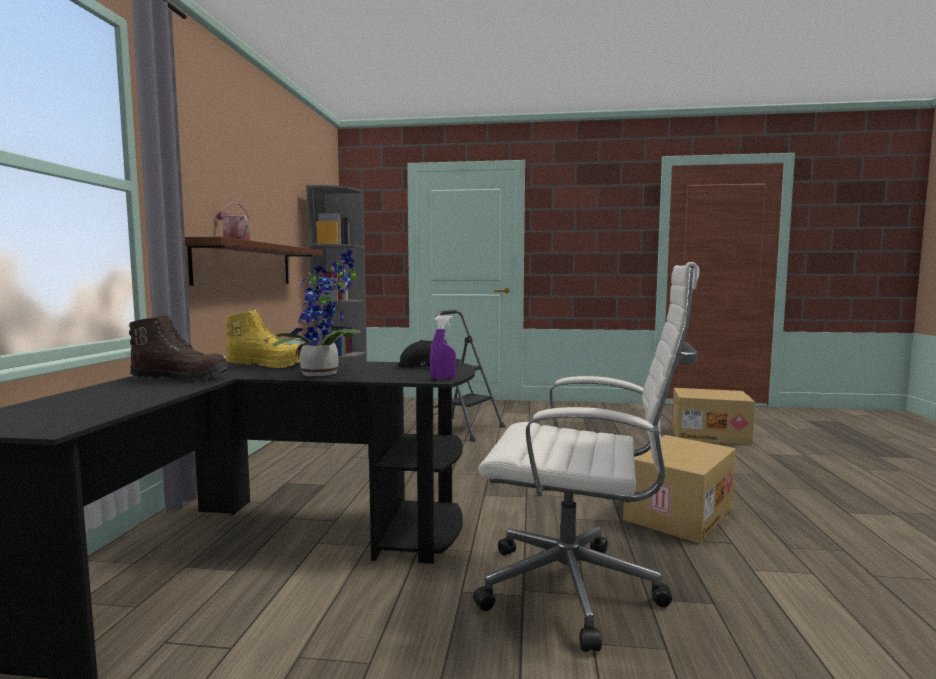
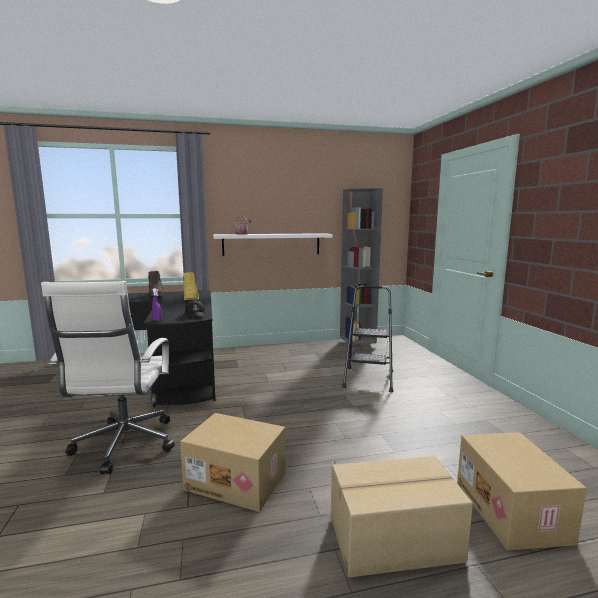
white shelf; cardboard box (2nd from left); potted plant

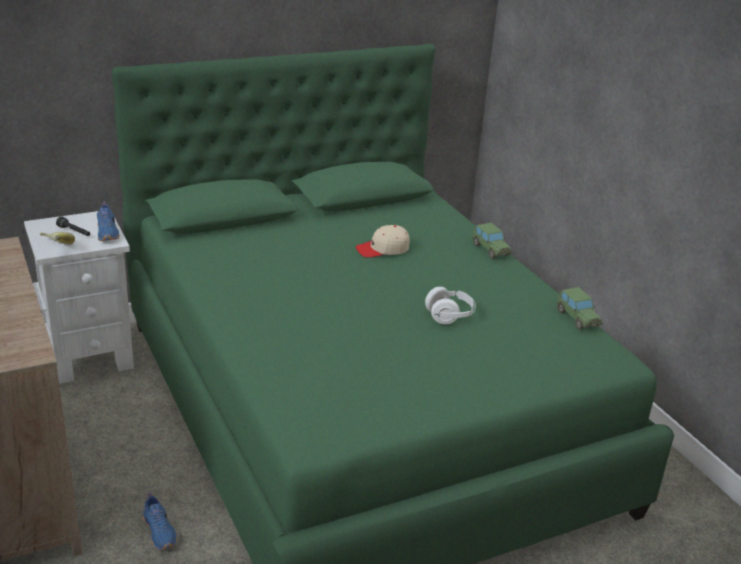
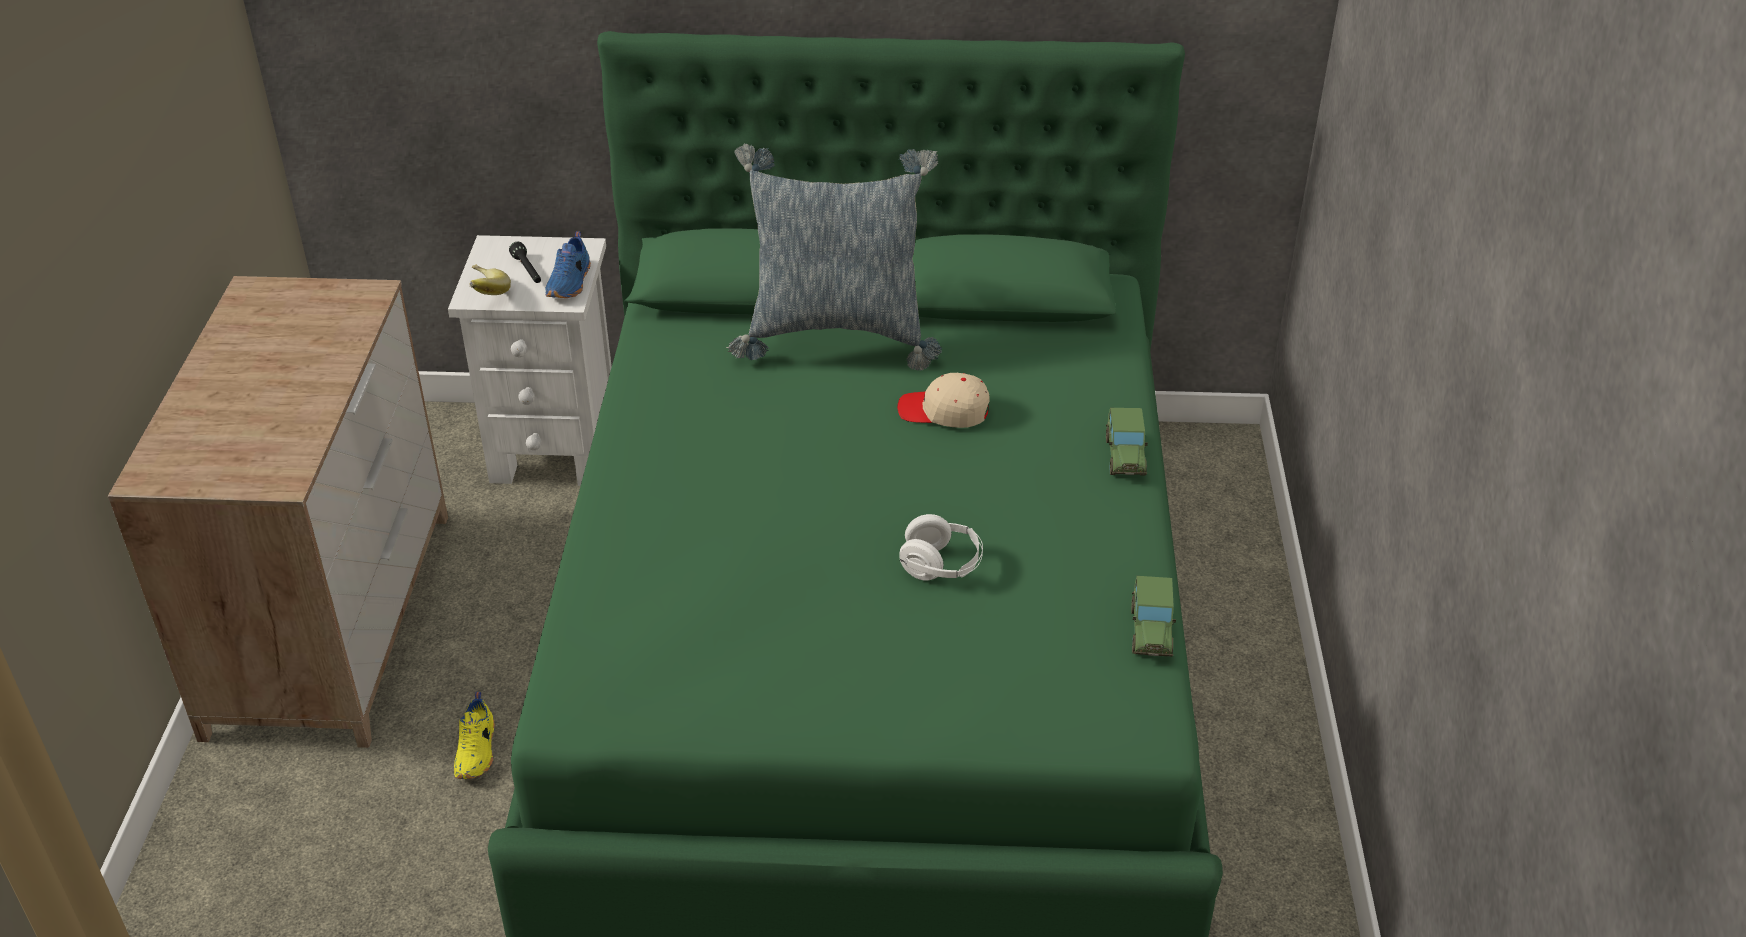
yellow shoe; pillow

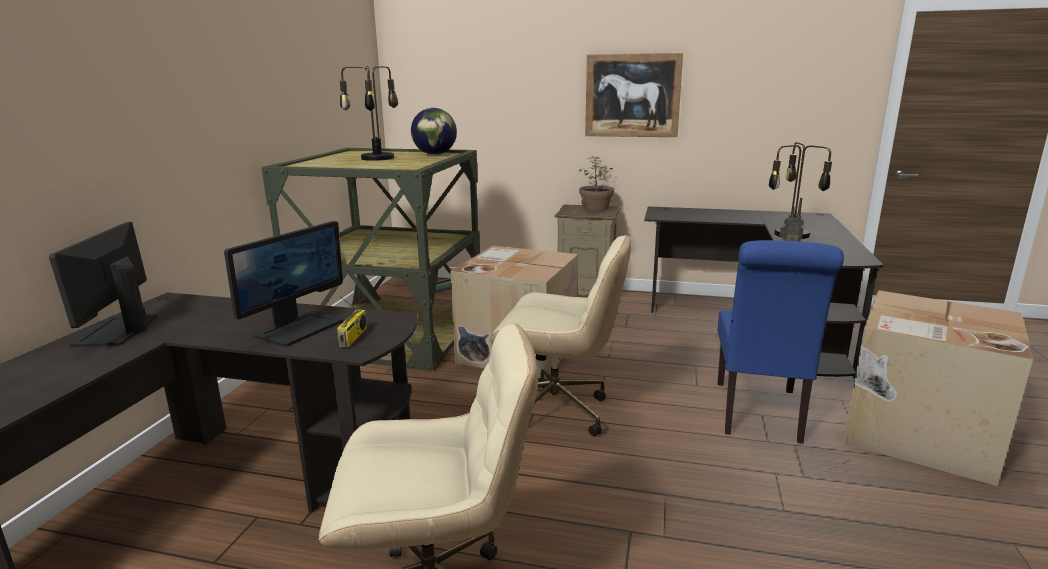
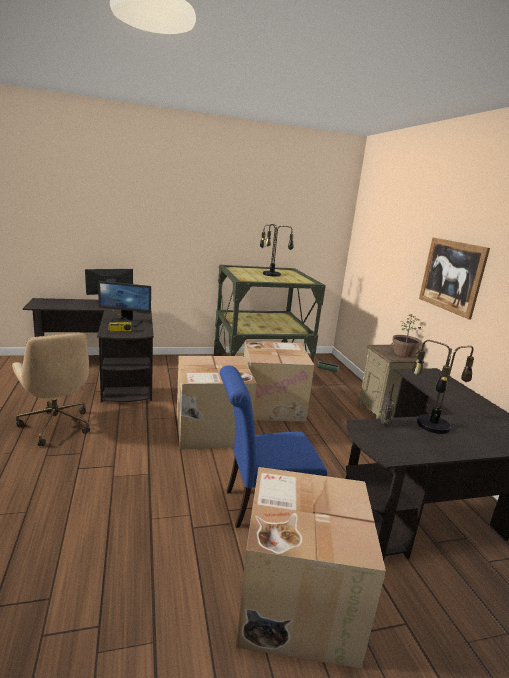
cardboard box (1st from left); globe

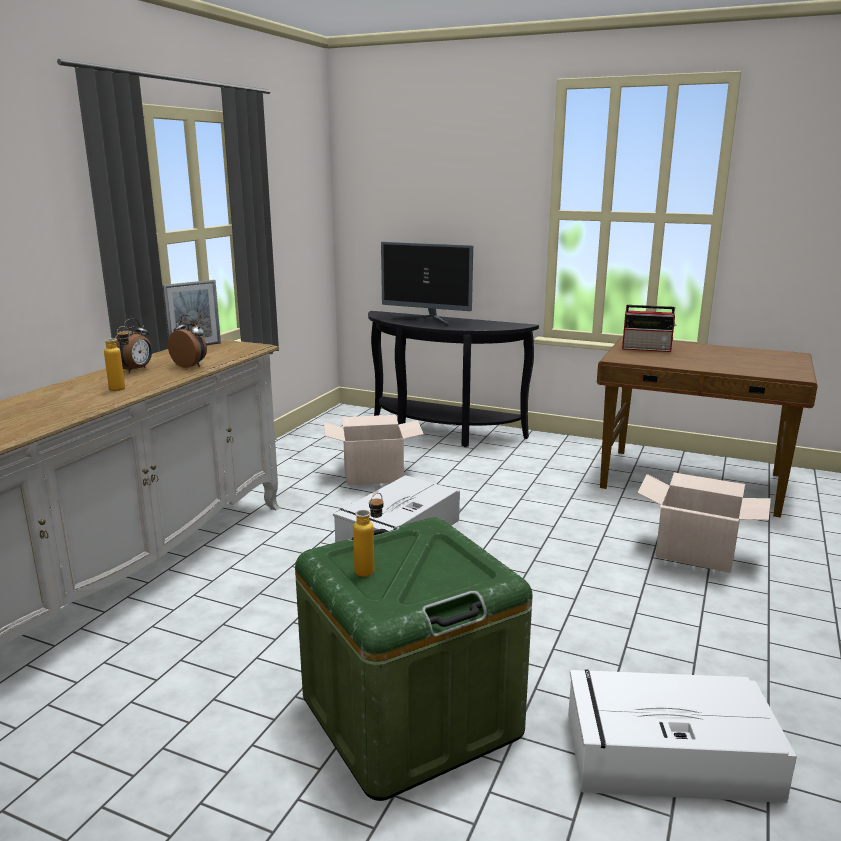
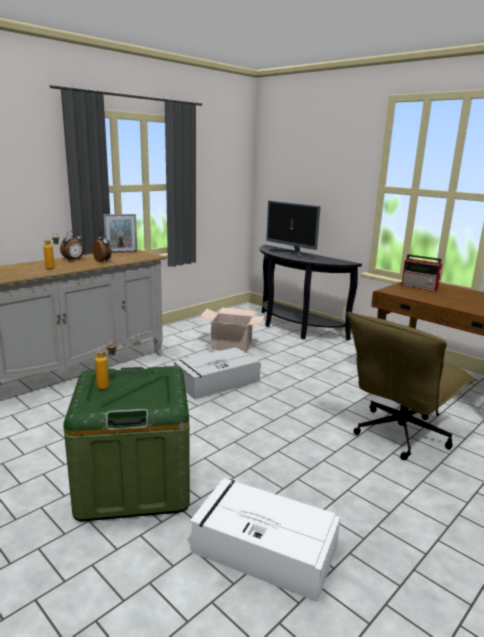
beige office chair

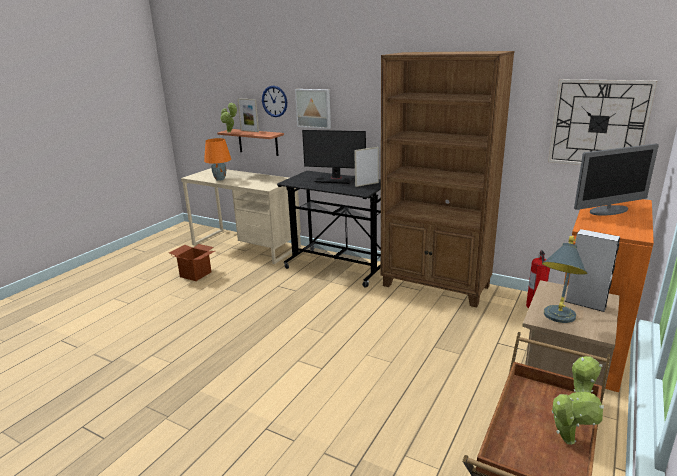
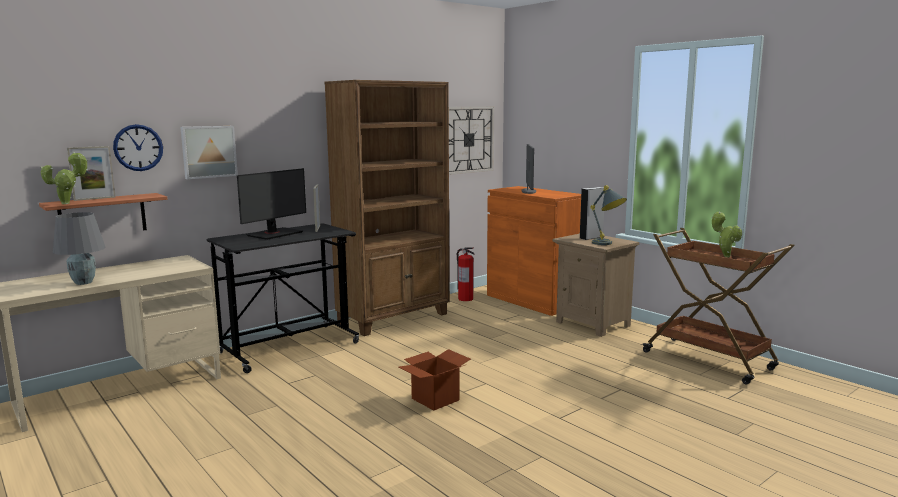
grey table lamp (1st from left); cardboard box

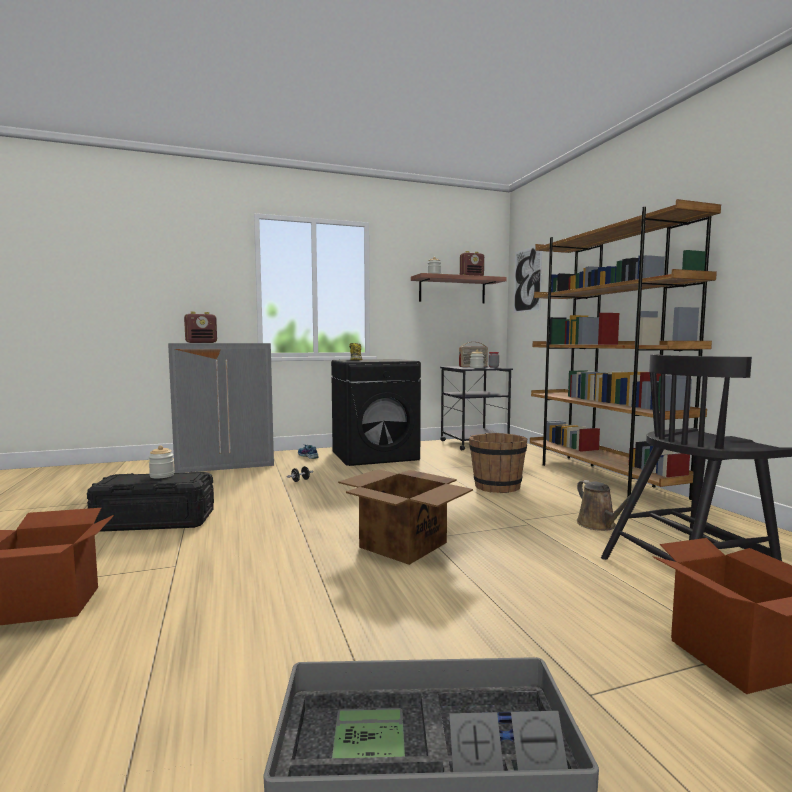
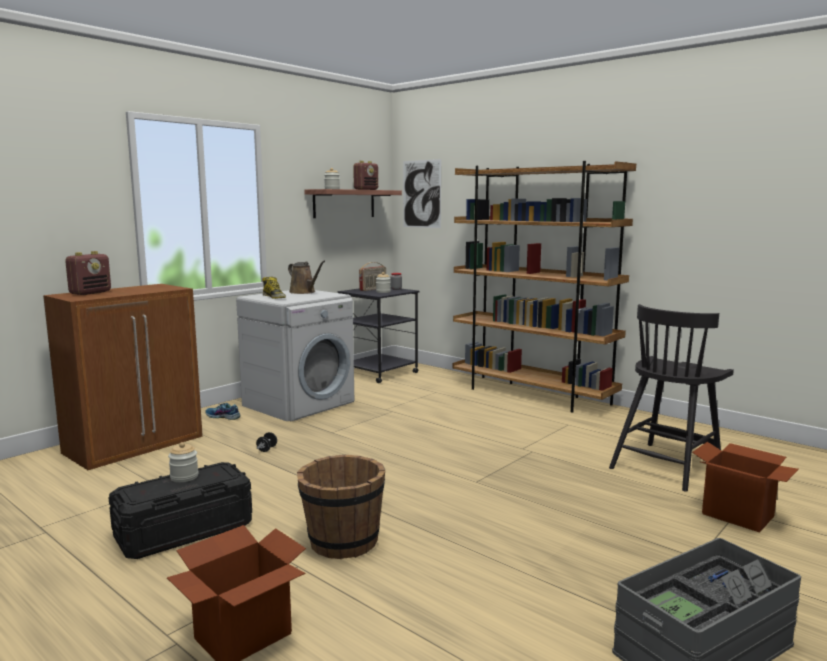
brown cabinet; white washing machine; brown watering can; brown bucket; cardboard box (2nd from left in the first image)

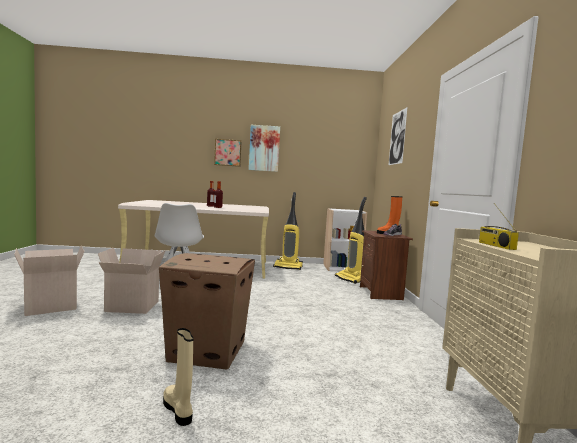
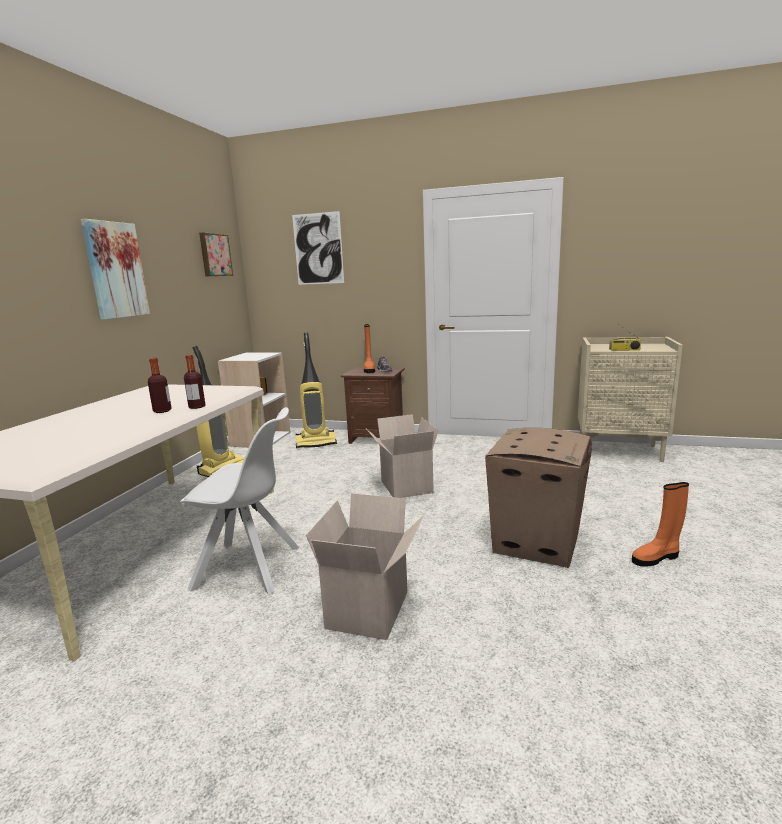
picture (2nd from left); cardboard box (2nd from left); orange boot (2nd from left)

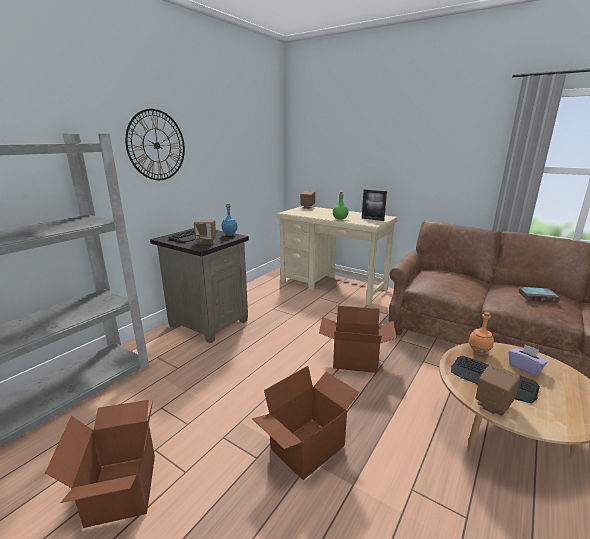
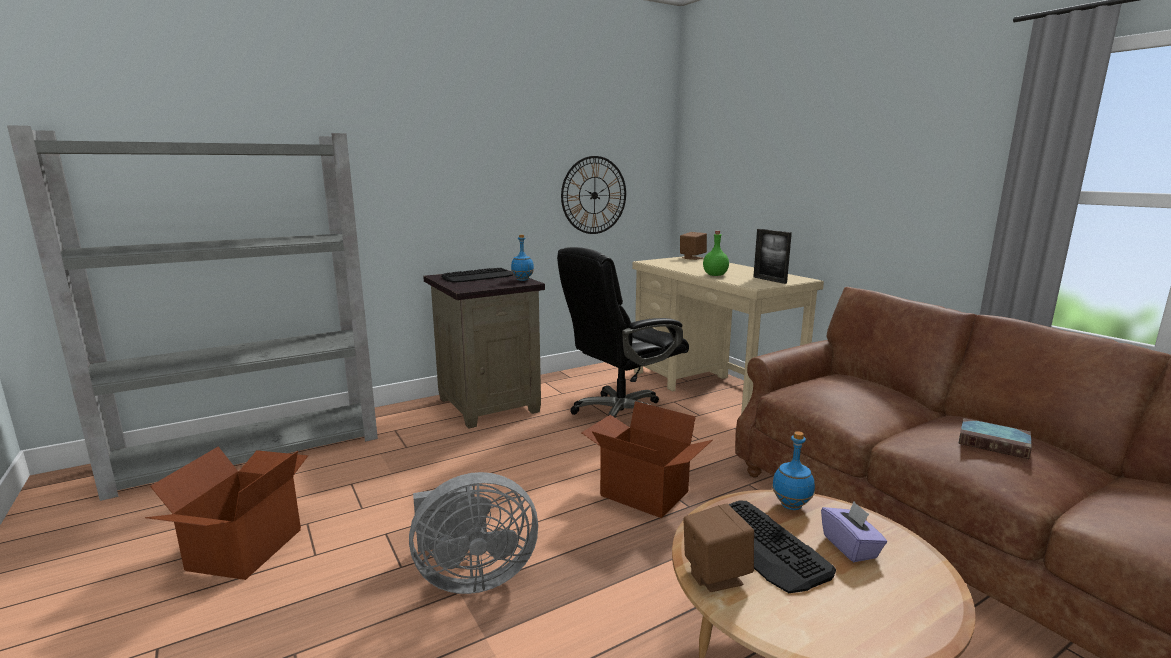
grey fan; black office chair; wall clock; blue bottle (2nd from left); brown speaker (1st from left in the first image)

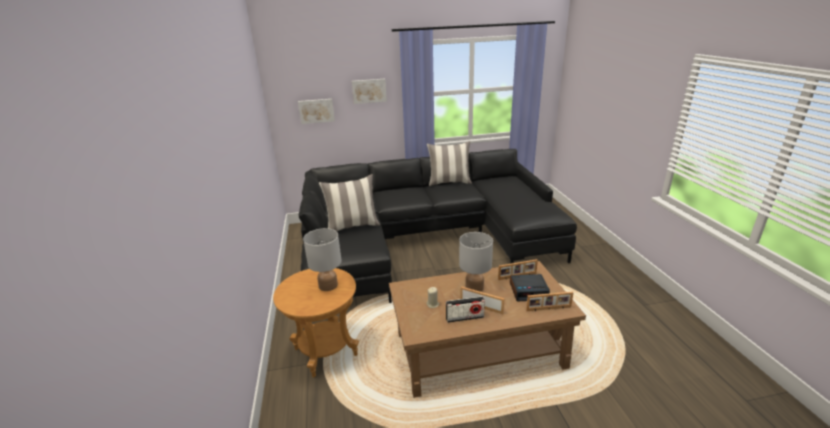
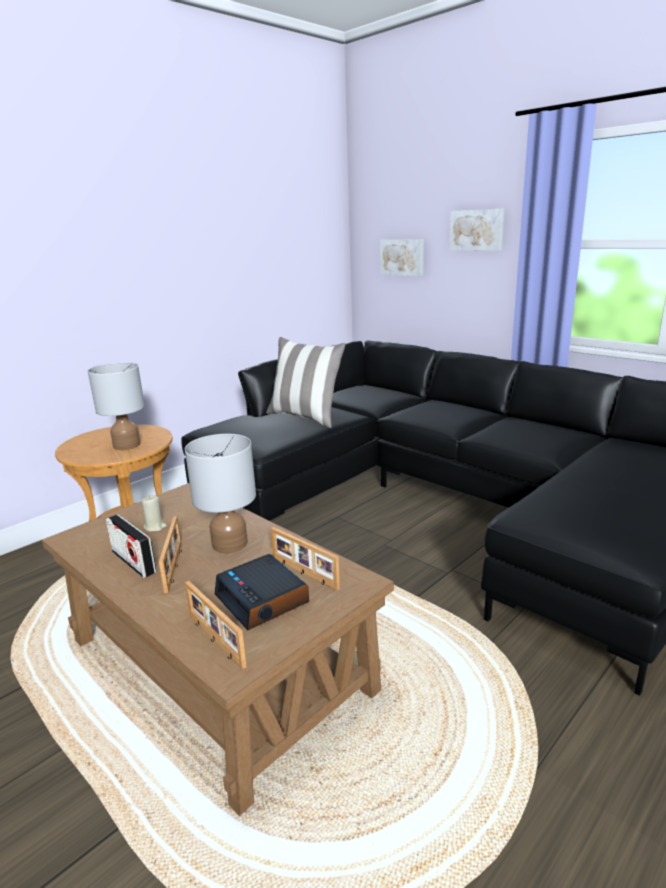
pillow (2nd from left in the first image)

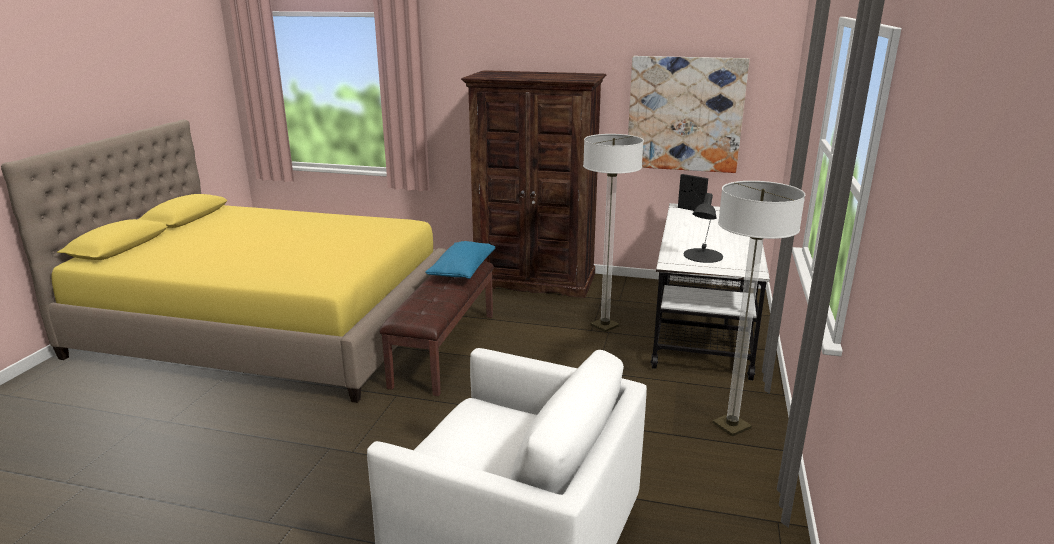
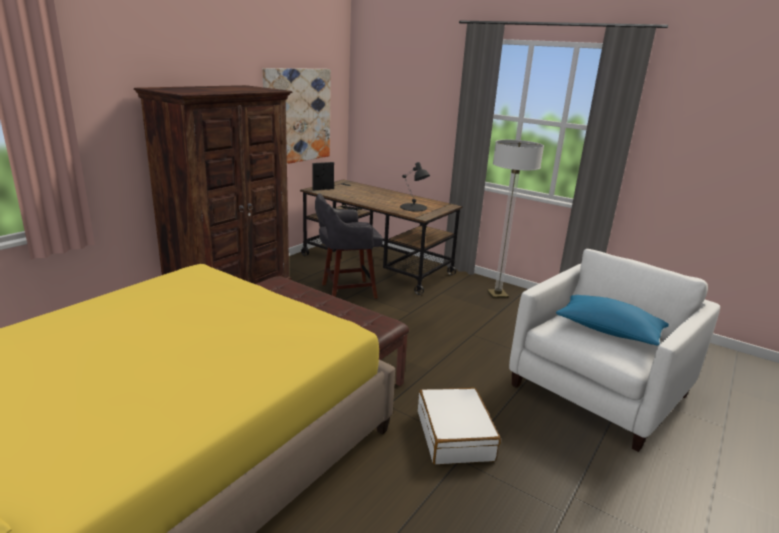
brown desk; grey stool; white suitcase; blue pillow

